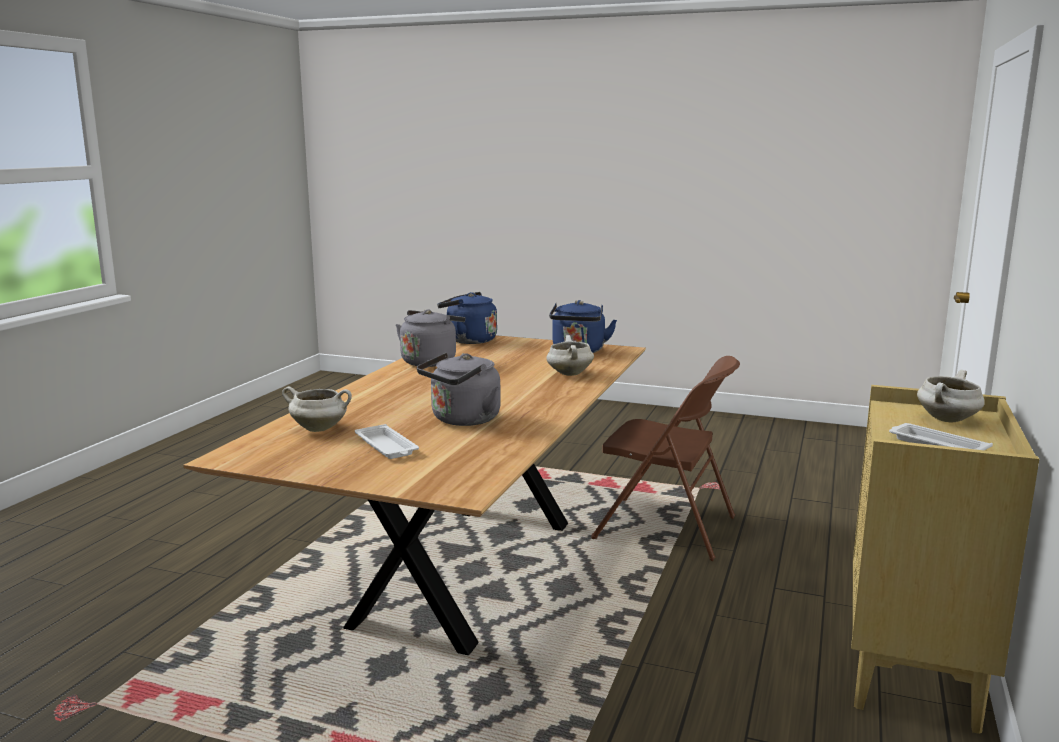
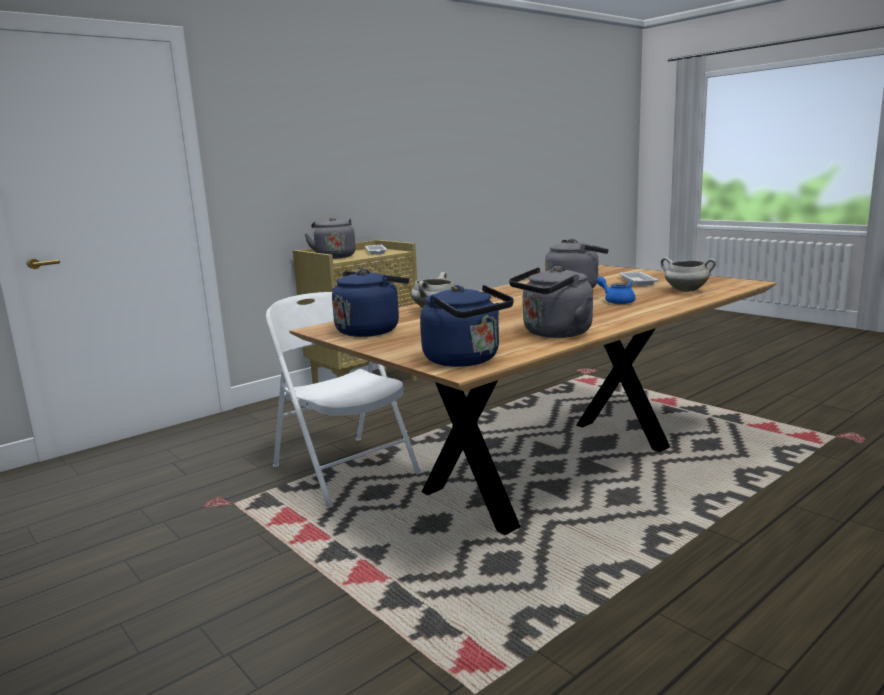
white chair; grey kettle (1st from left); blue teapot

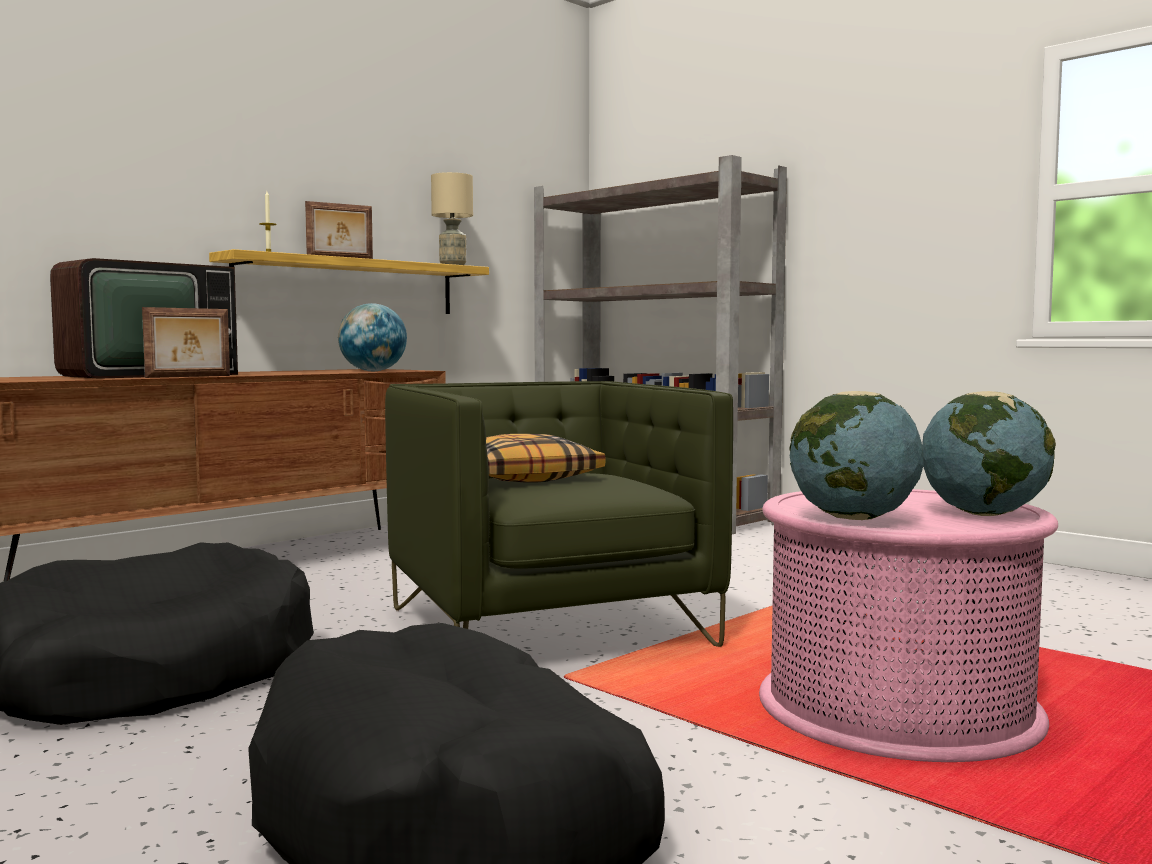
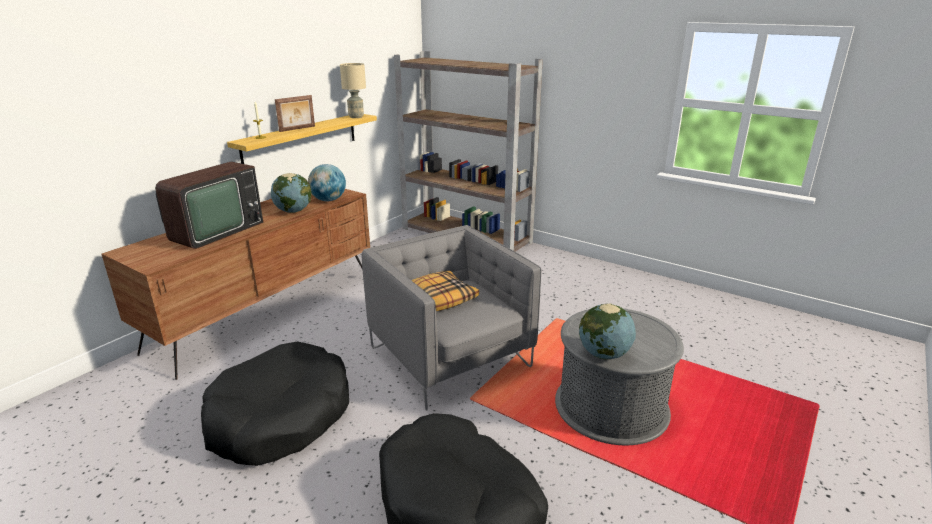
globe (1st from left); grey armchair; grey coffee table; picture frame (1st from left in the first image)

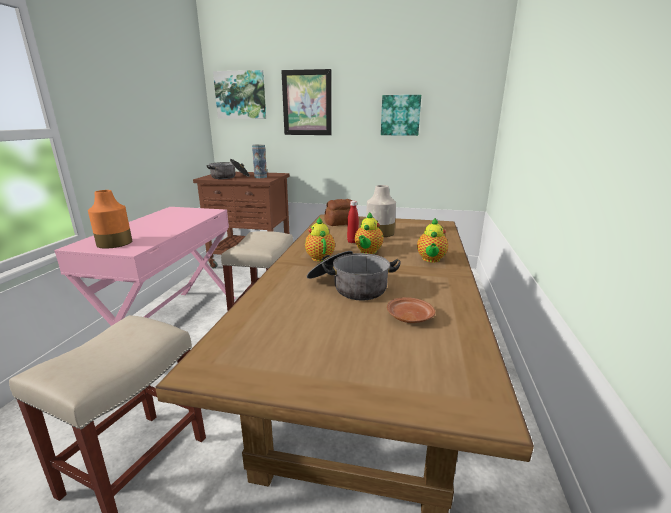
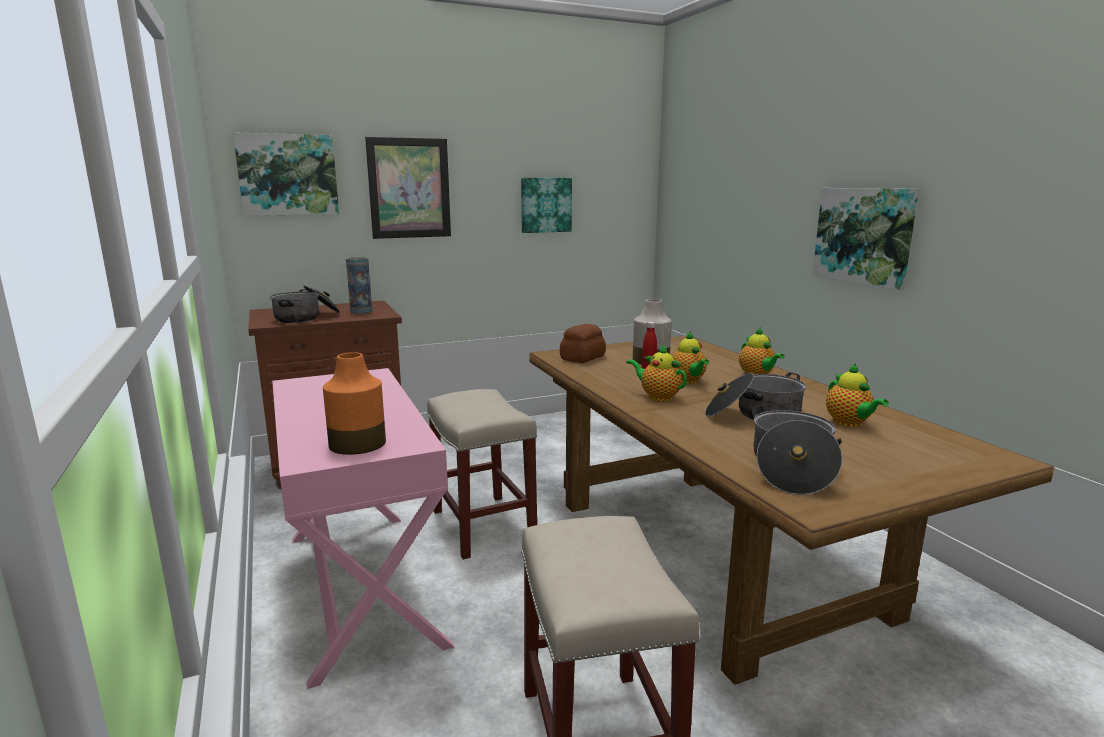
cooking pot (3rd from left); picture (4th from left); teapot (4th from left)

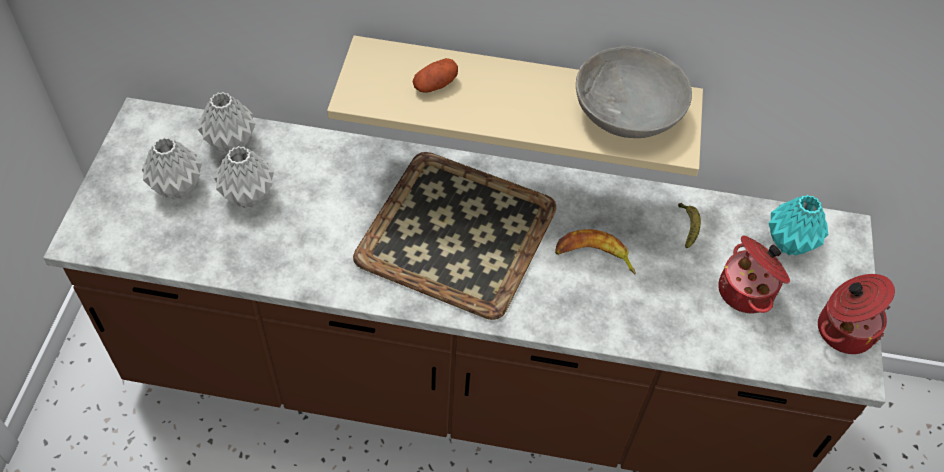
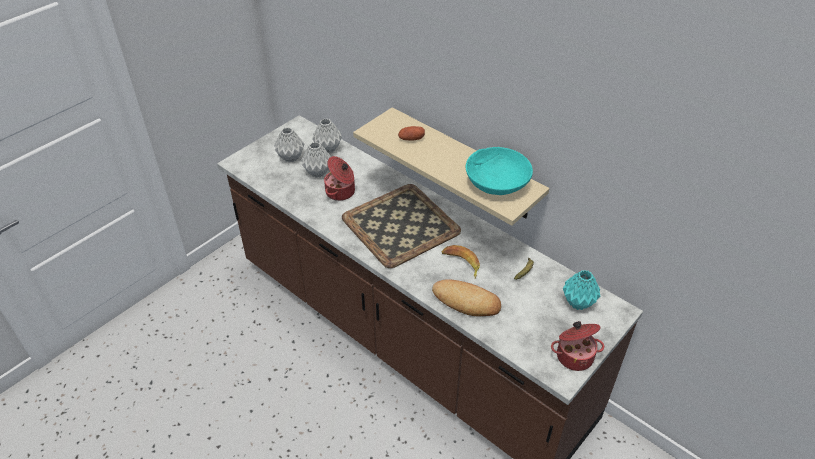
cooking pot (1st from left); bread; turquoise bowl

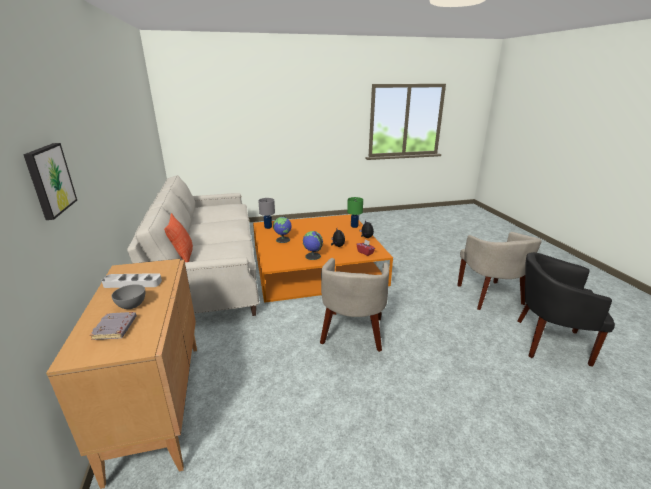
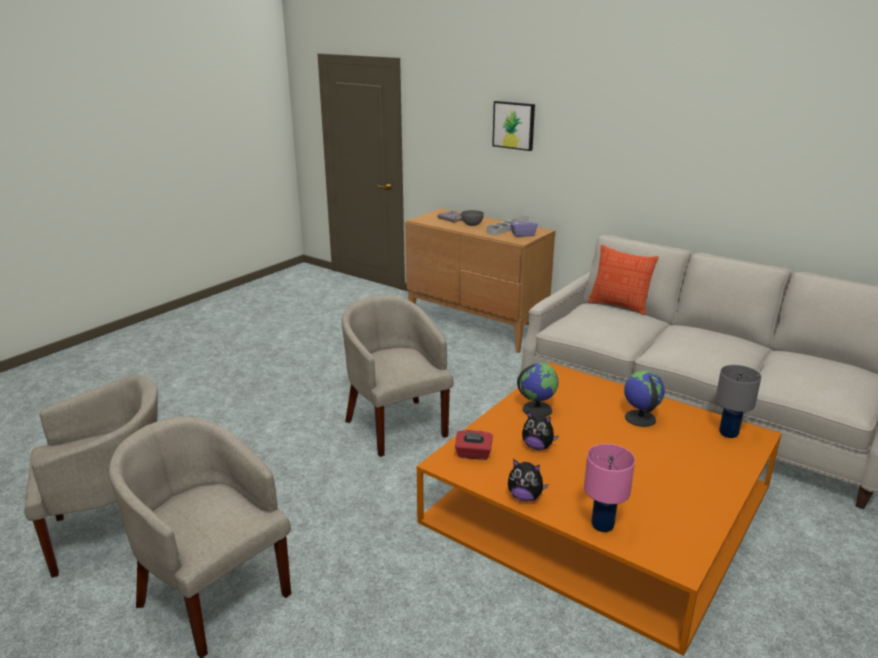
beige armchair (1st from left); purple tissue box; pink table lamp

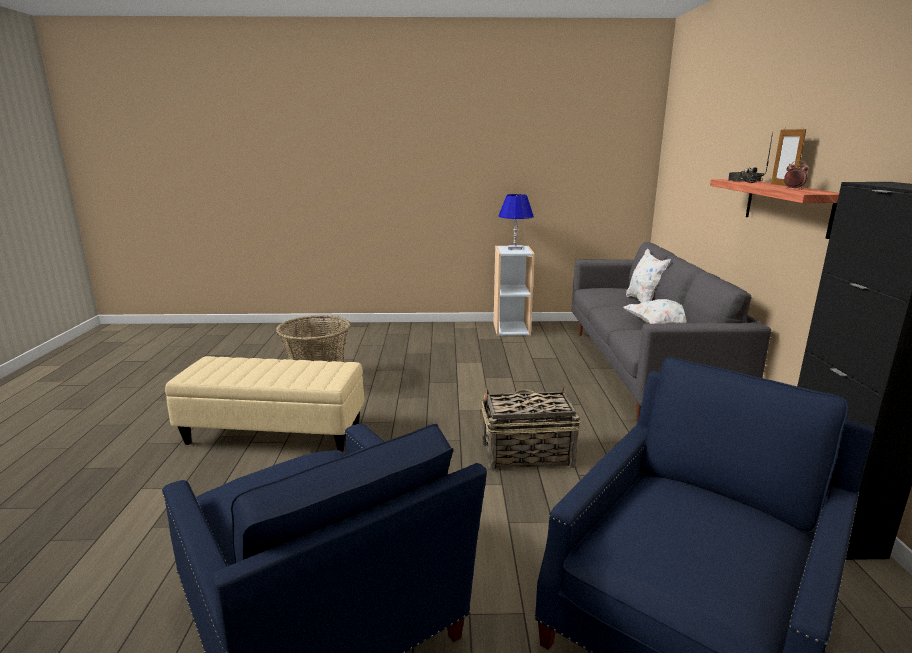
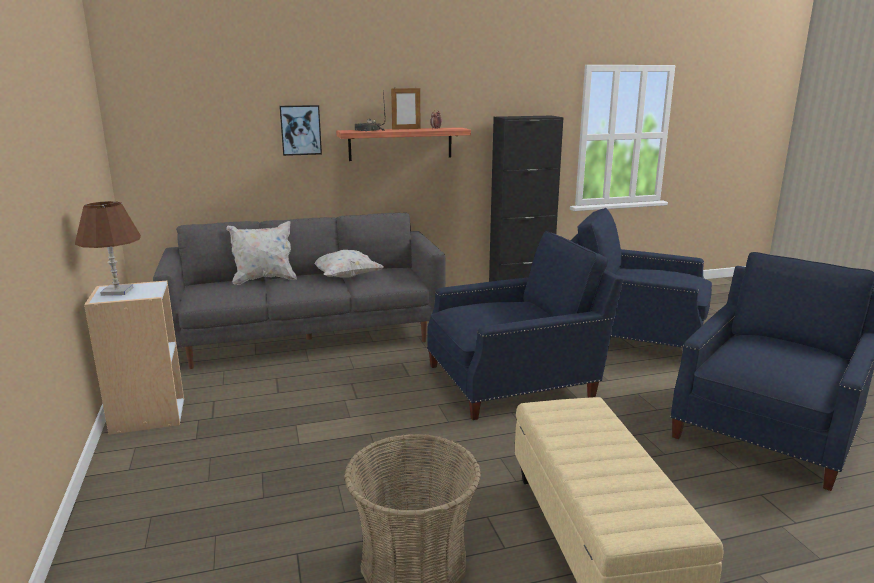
brown table lamp; picture; blue armchair (1st from left)

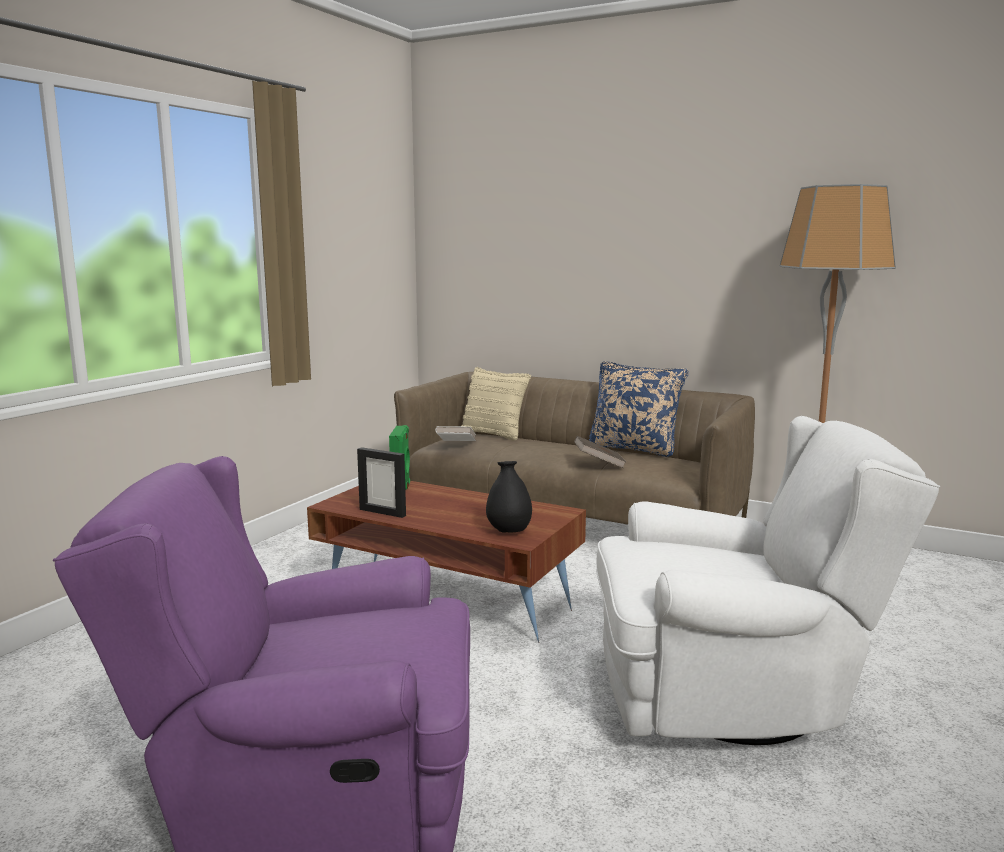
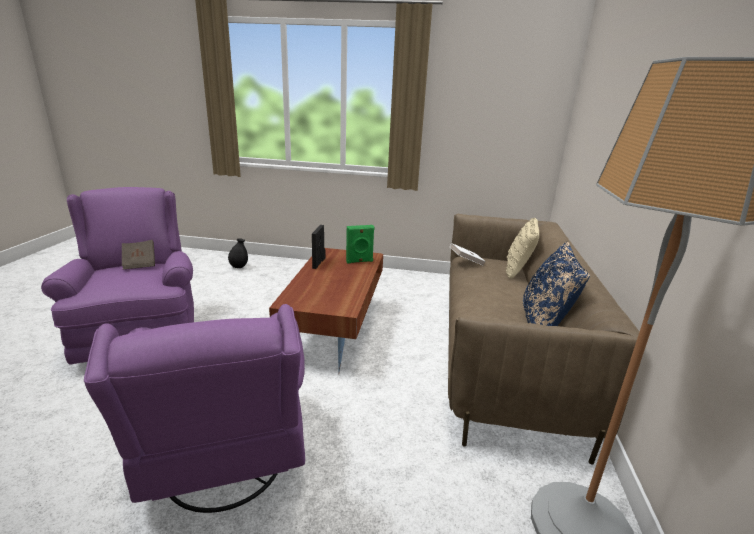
purple armchair (2nd from left); brown book; black vase

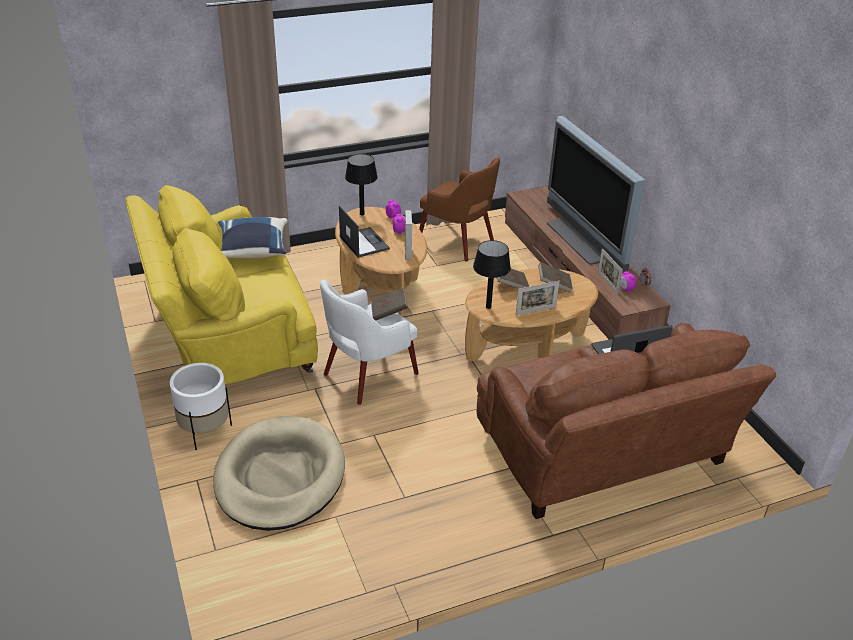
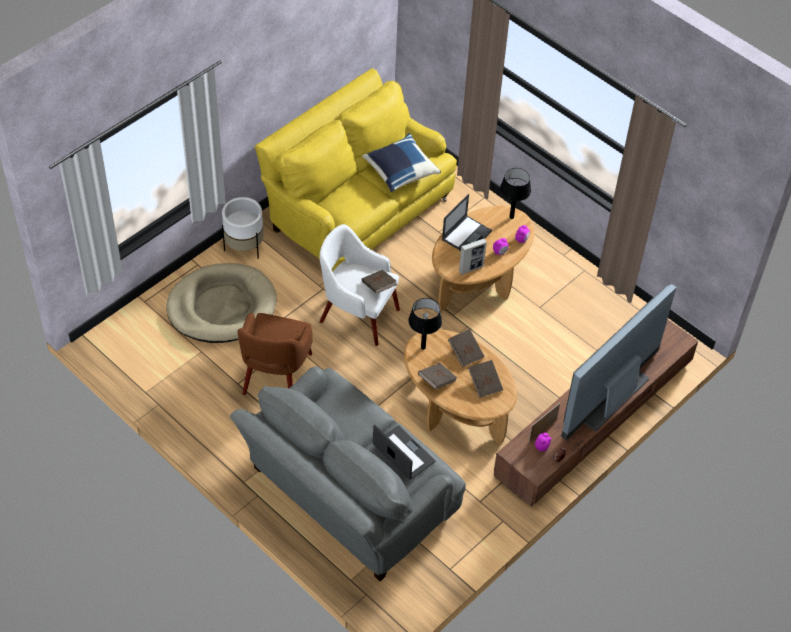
grey sofa; brown armchair; brown book (2nd from left)

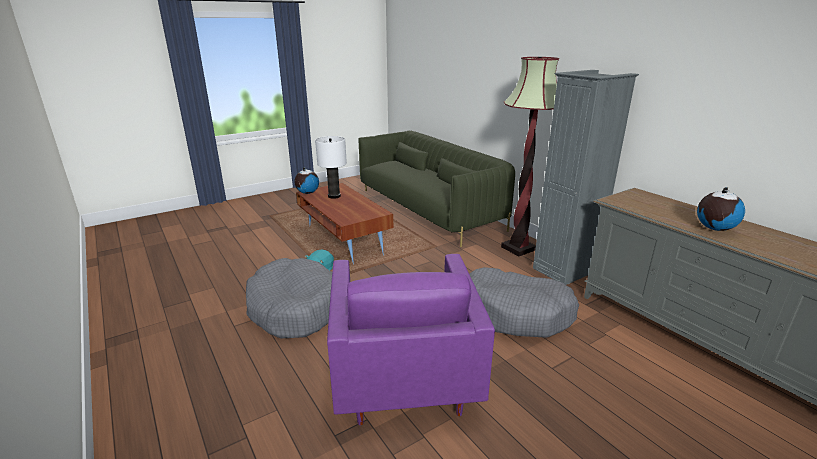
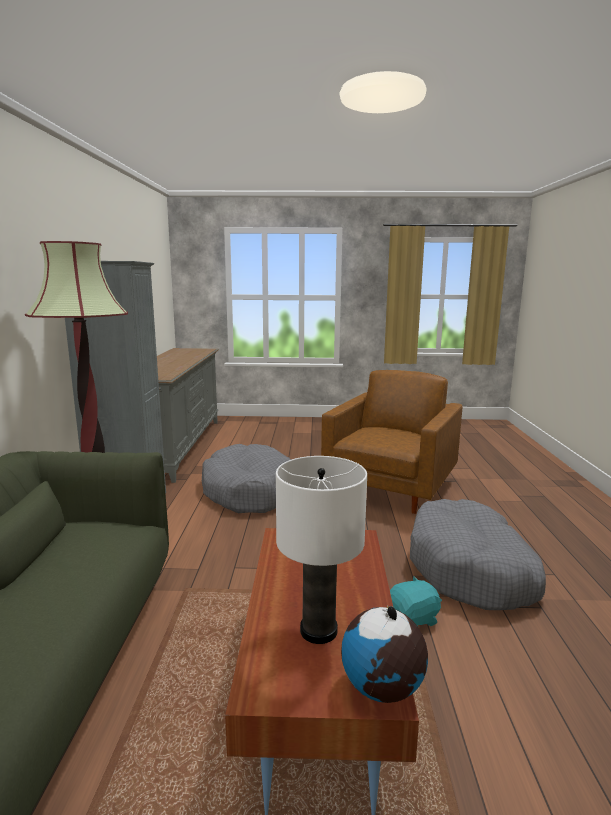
brown armchair; globe (2nd from left in the first image)

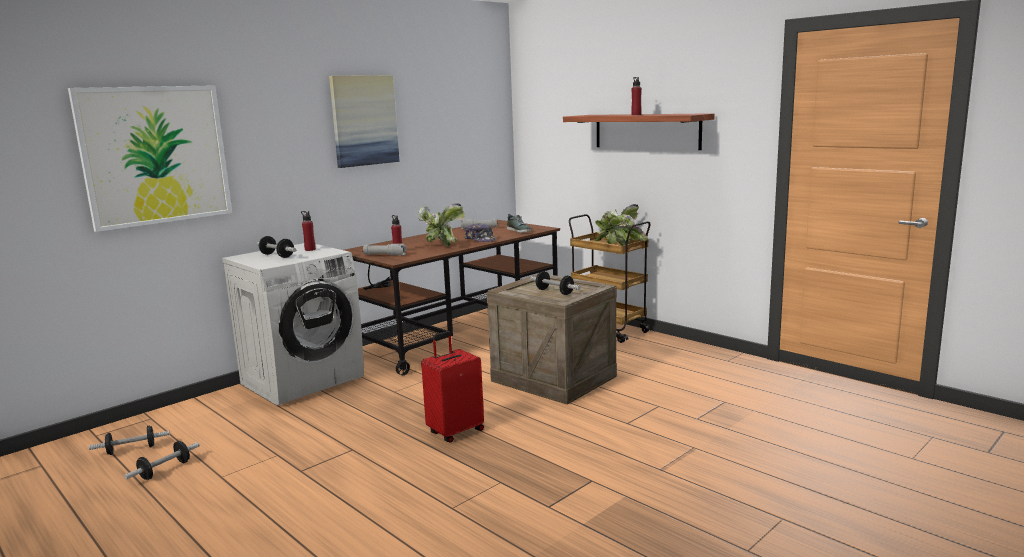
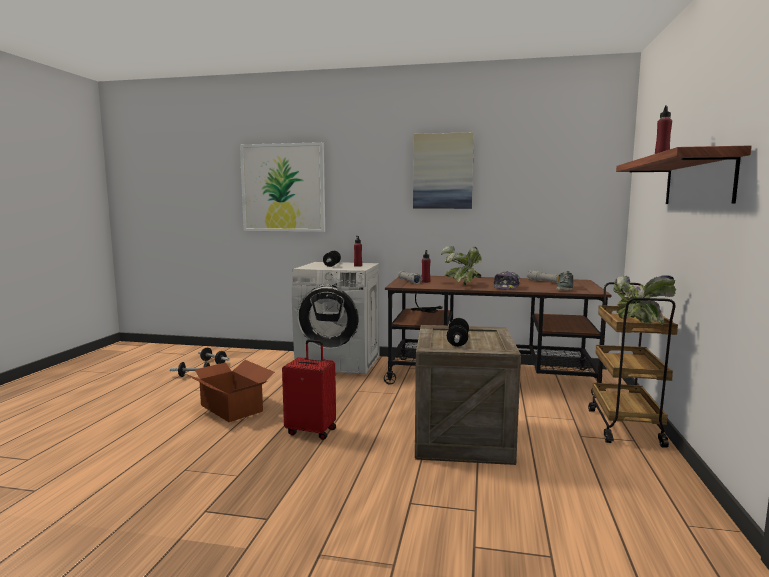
cardboard box

